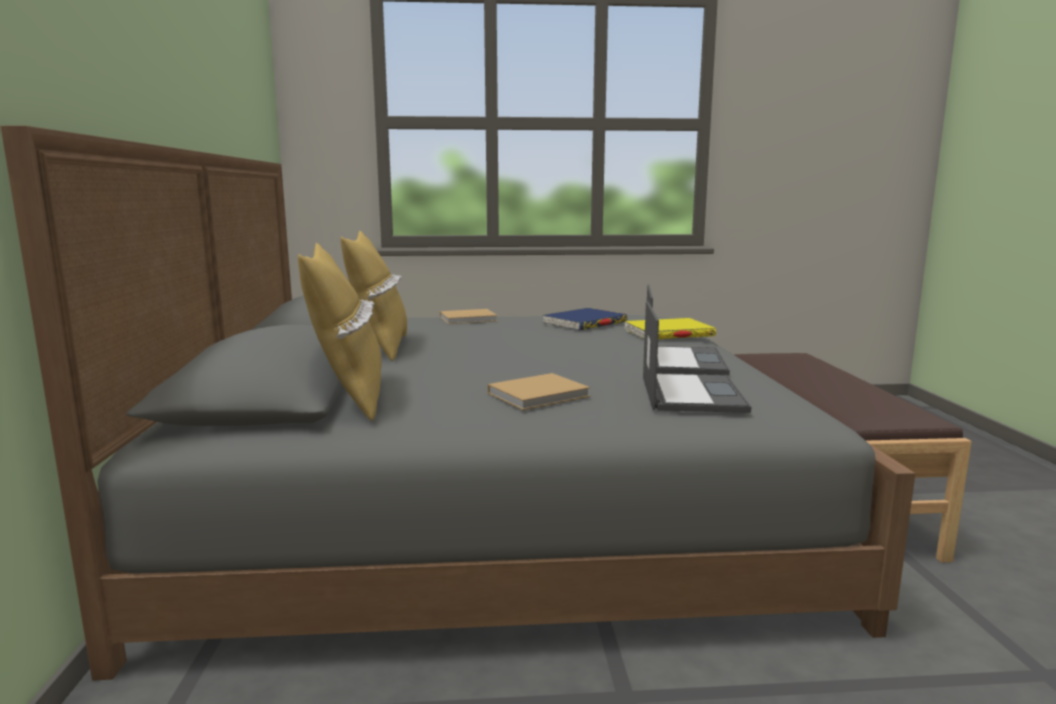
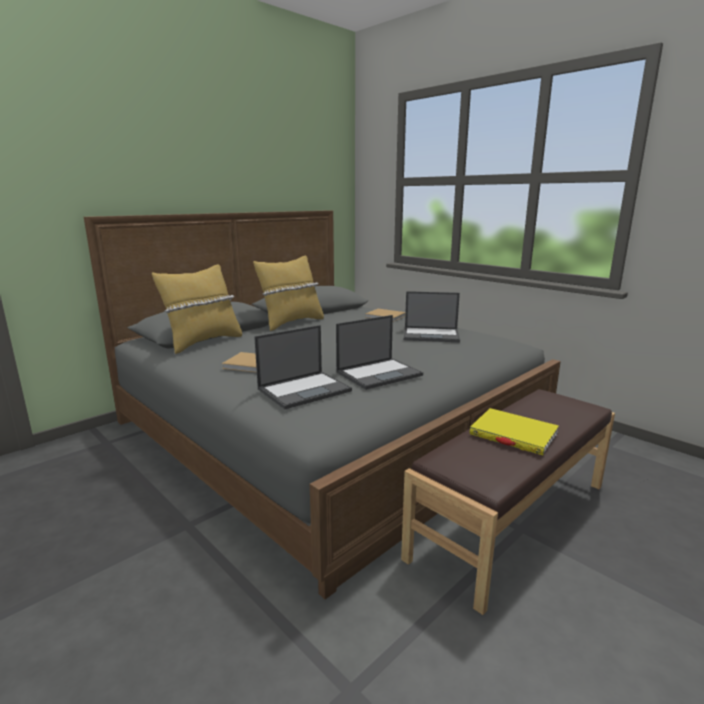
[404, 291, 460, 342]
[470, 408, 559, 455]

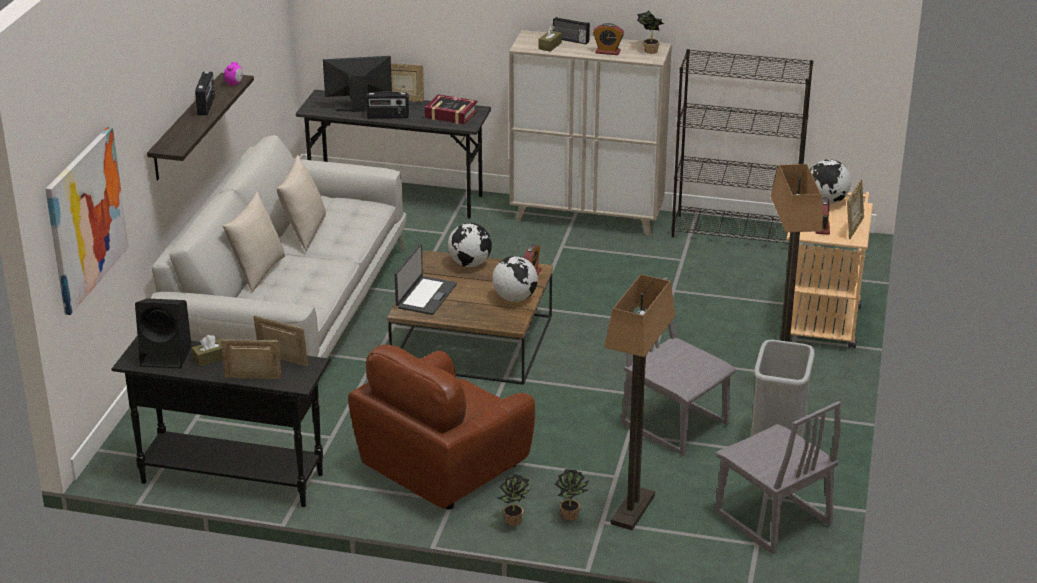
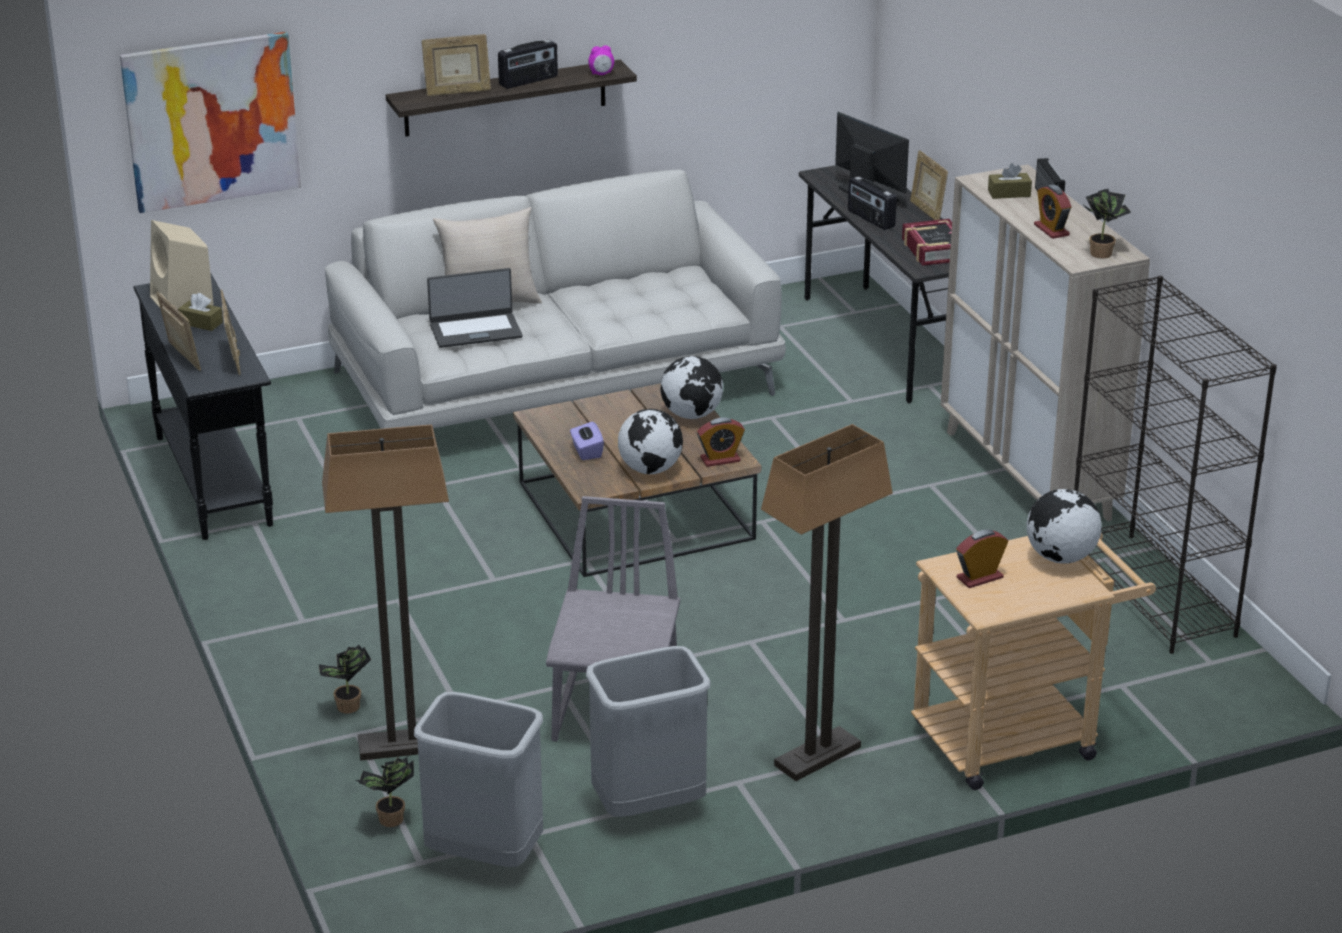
[277, 155, 326, 251] (first image)
[421, 34, 491, 96]
[427, 268, 523, 348]
[150, 220, 214, 309]
[348, 345, 535, 510] (first image)
[414, 692, 543, 867]
[356, 757, 414, 827]
[570, 421, 604, 460]

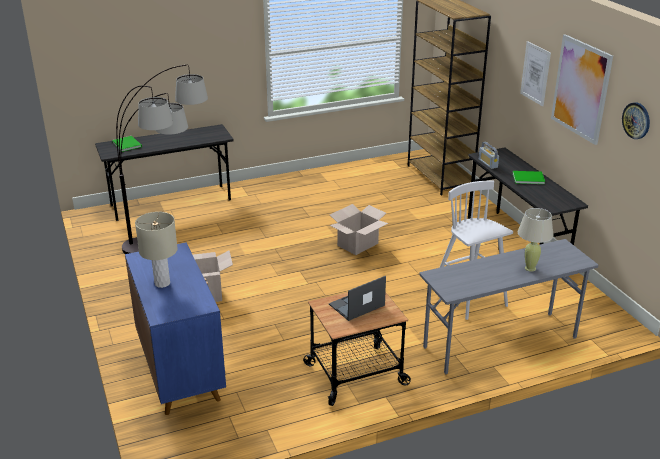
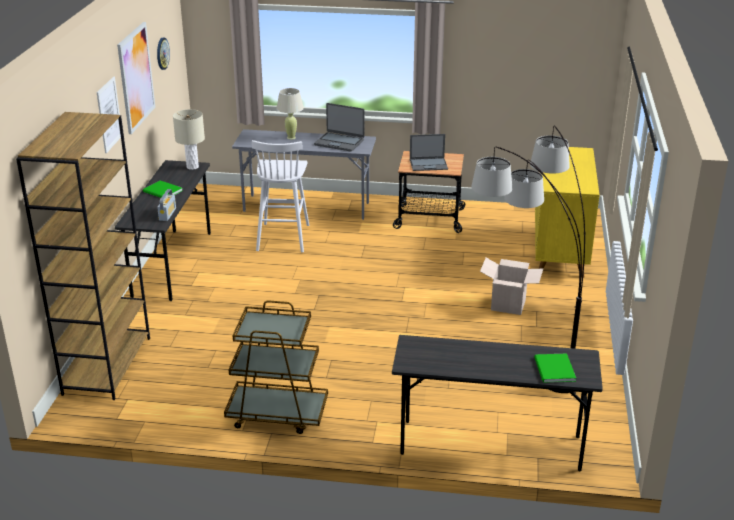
[330, 204, 388, 255] (first image)
[173, 109, 205, 170]
[535, 147, 600, 278]
[314, 103, 364, 152]
[224, 300, 328, 434]

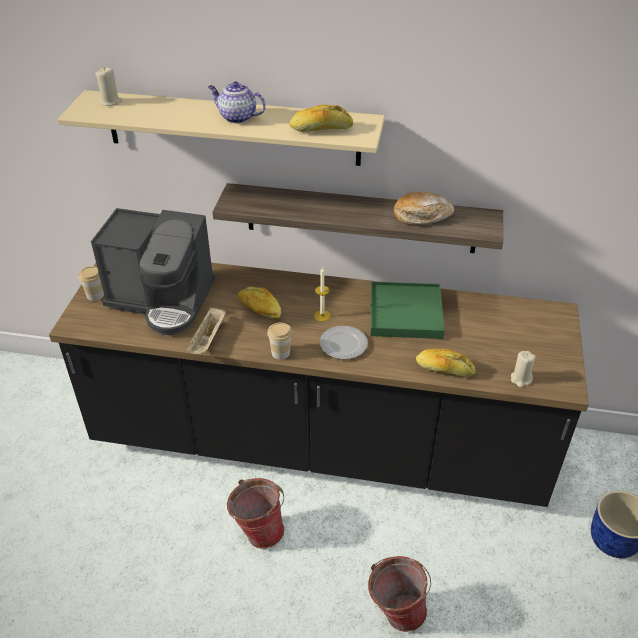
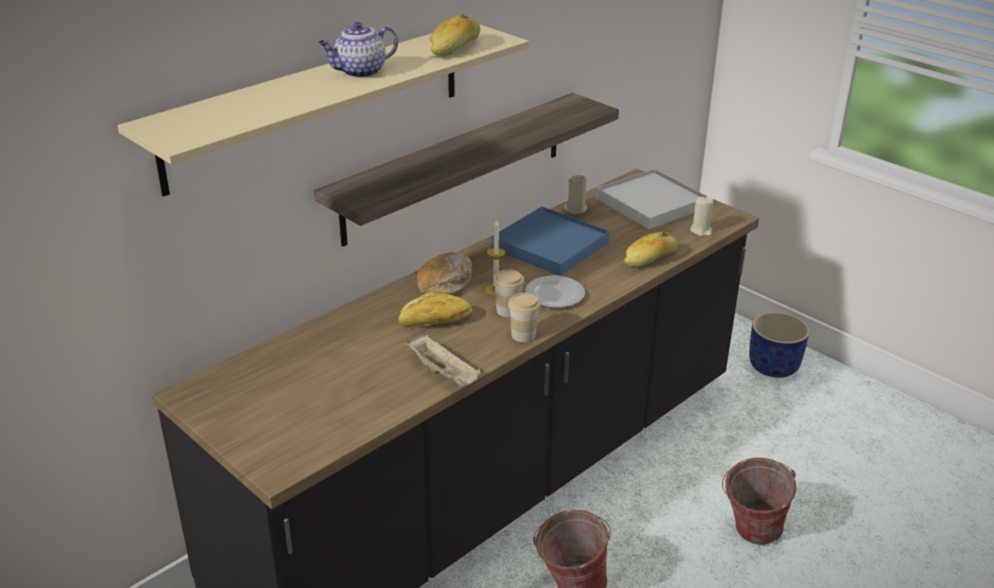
[564, 175, 587, 214]
[417, 252, 472, 295]
[91, 208, 216, 335] (first image)
[493, 269, 524, 317]
[491, 207, 610, 276]
[596, 169, 708, 229]

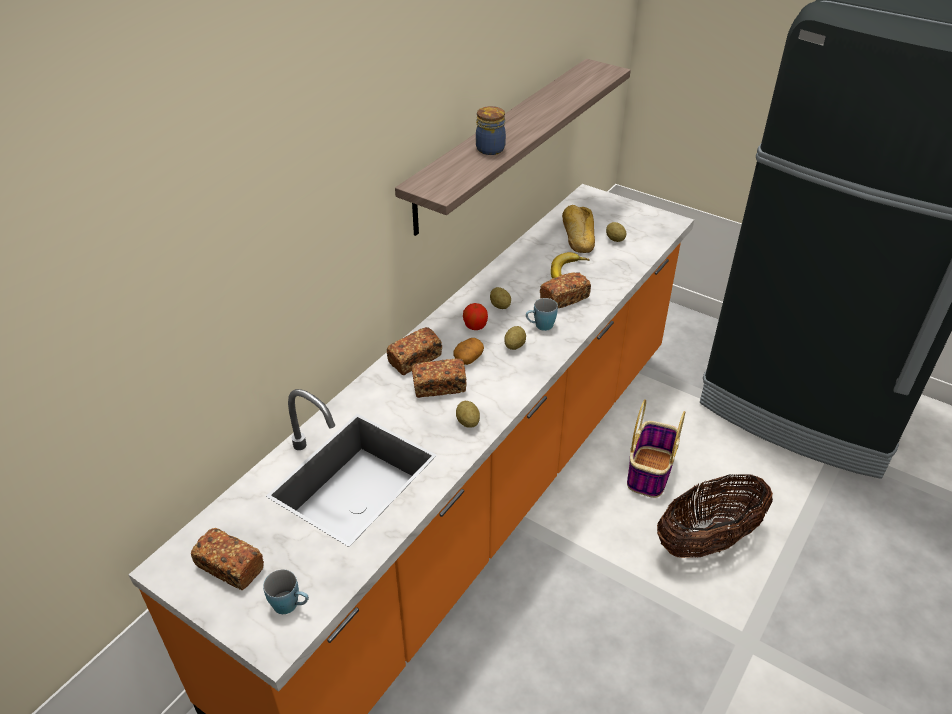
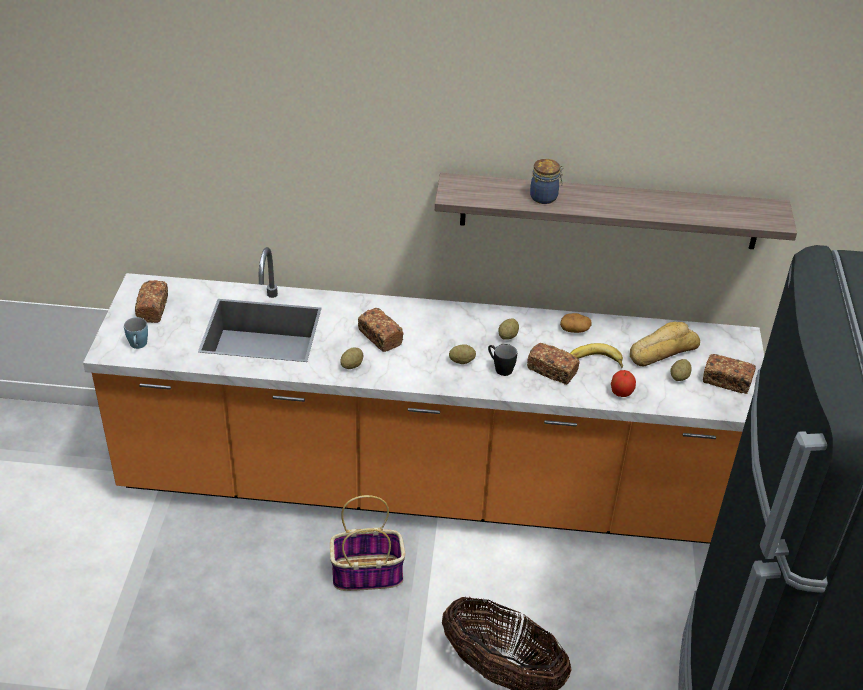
[488, 344, 517, 376]
[611, 370, 636, 397]
[703, 354, 756, 394]
[560, 313, 591, 333]
[330, 495, 405, 591]

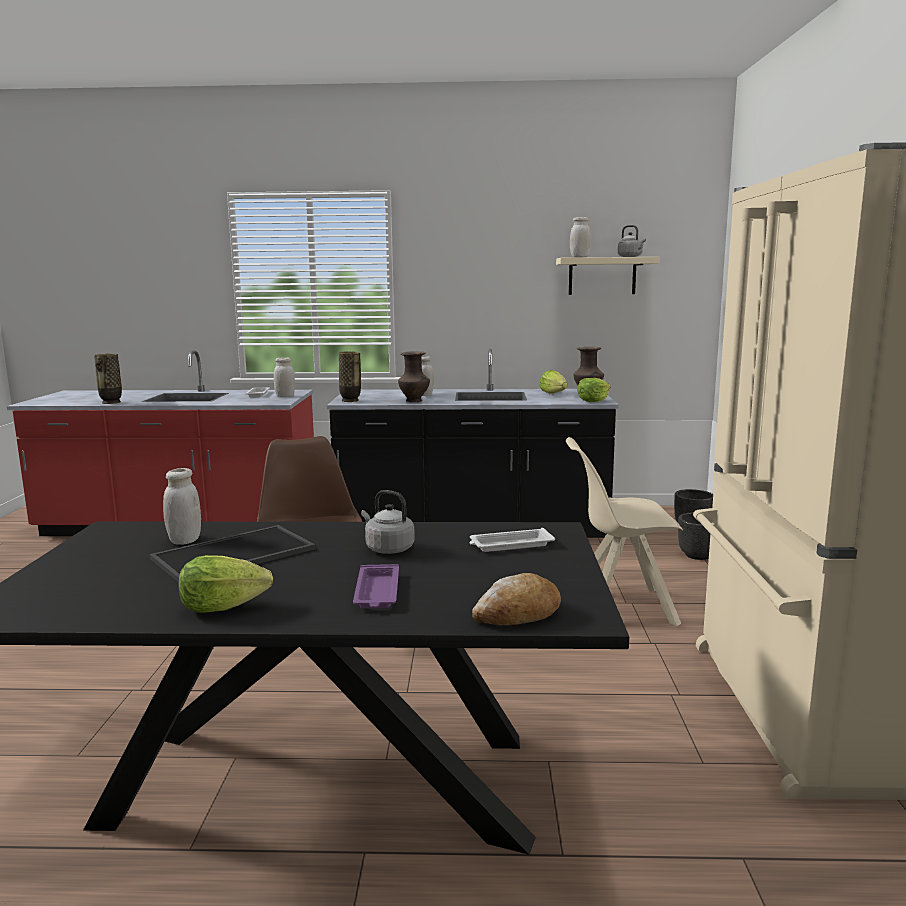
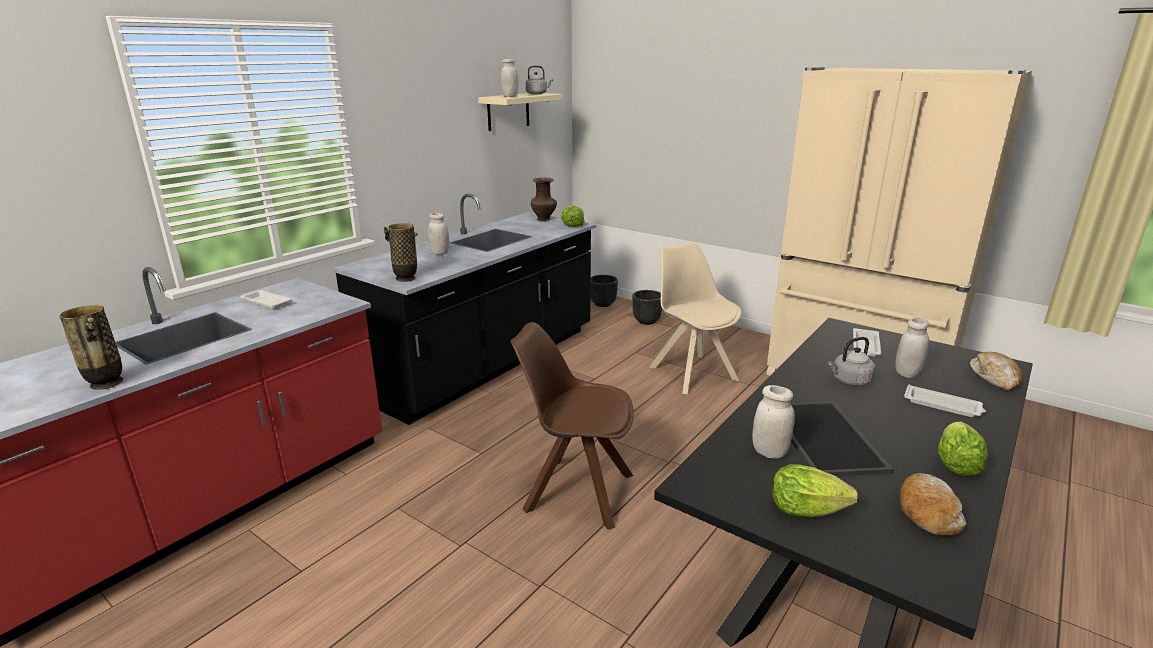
[398, 351, 430, 402] (first image)
[895, 318, 929, 378]
[772, 464, 858, 517]
[650, 242, 742, 394]
[904, 384, 986, 417]
[900, 473, 967, 537]

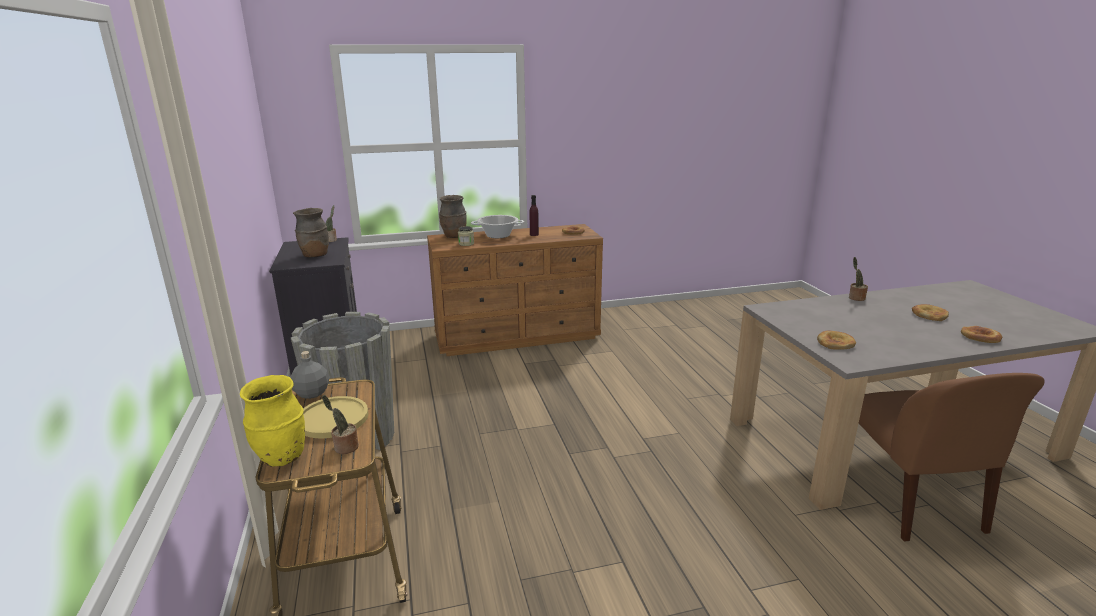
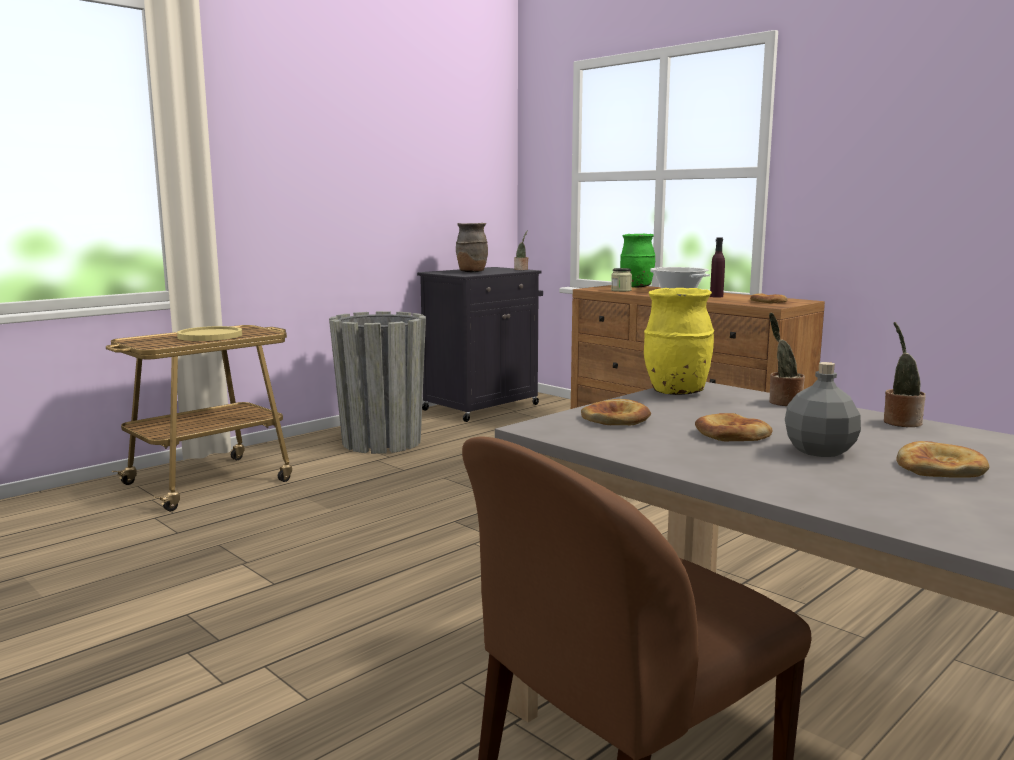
[620, 234, 655, 287]
[695, 413, 772, 441]
[785, 362, 861, 457]
[644, 288, 714, 395]
[769, 313, 805, 406]

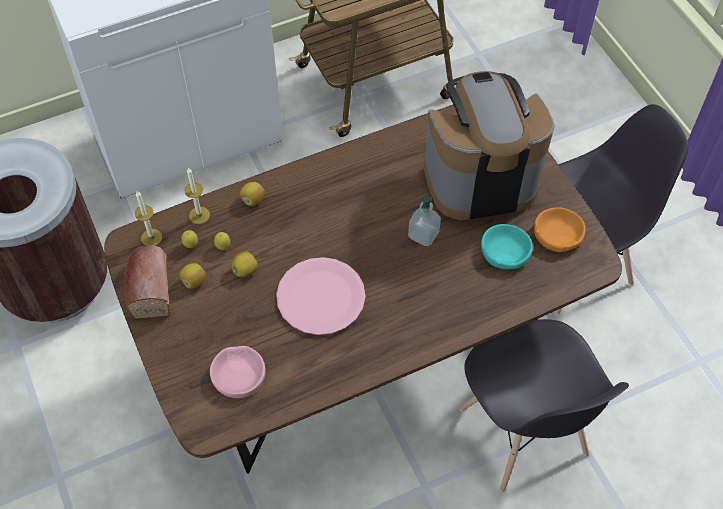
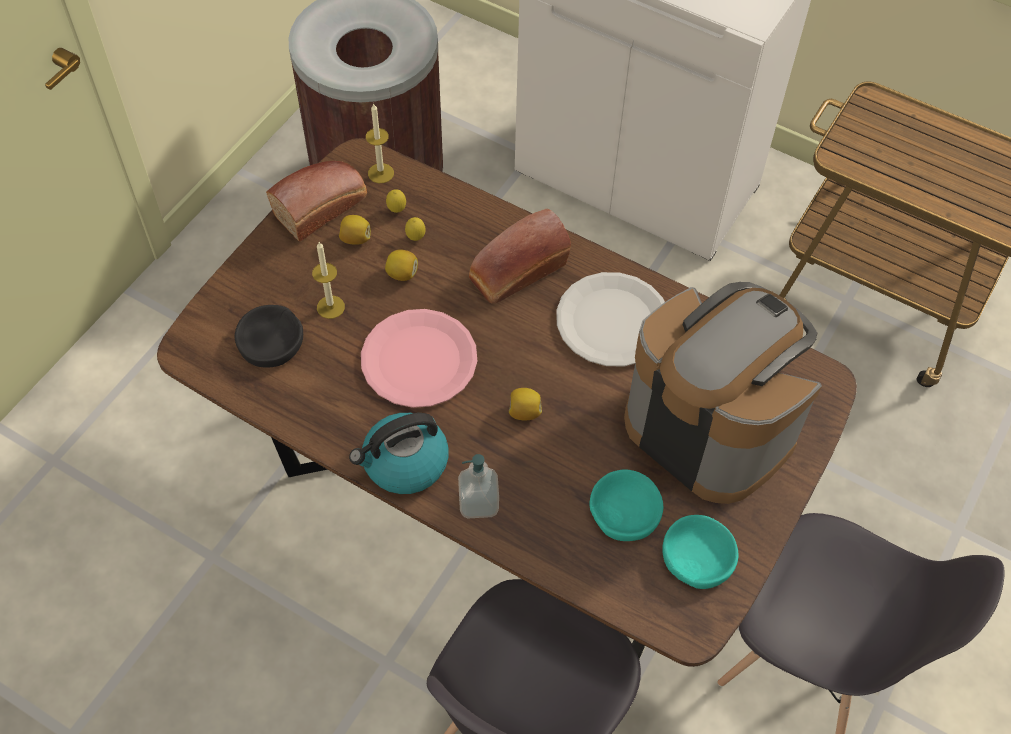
[312, 242, 345, 319]
[509, 388, 542, 420]
[458, 454, 499, 518]
[662, 515, 738, 589]
[235, 305, 303, 367]
[469, 209, 571, 304]
[556, 272, 665, 366]
[349, 413, 449, 494]

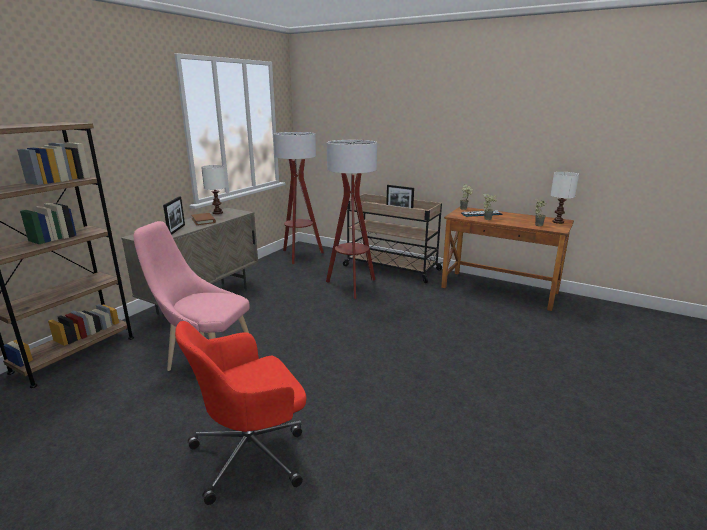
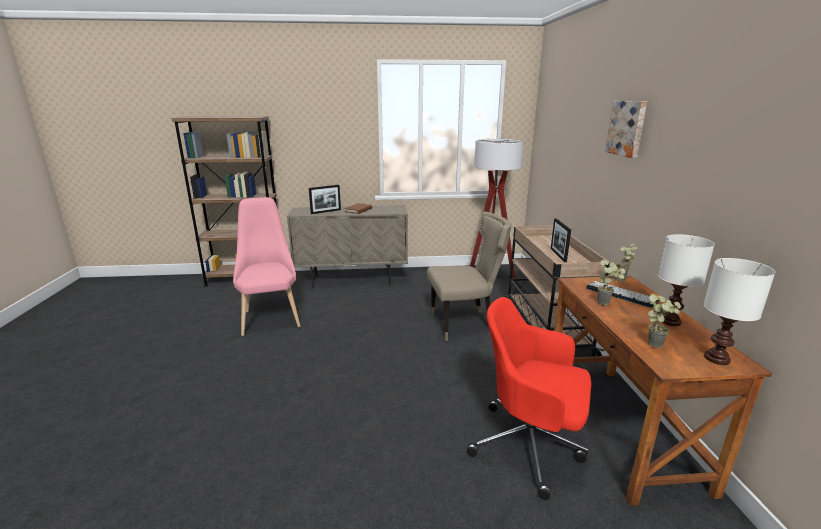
[427, 211, 512, 341]
[658, 234, 715, 326]
[467, 297, 591, 500]
[605, 101, 647, 158]

